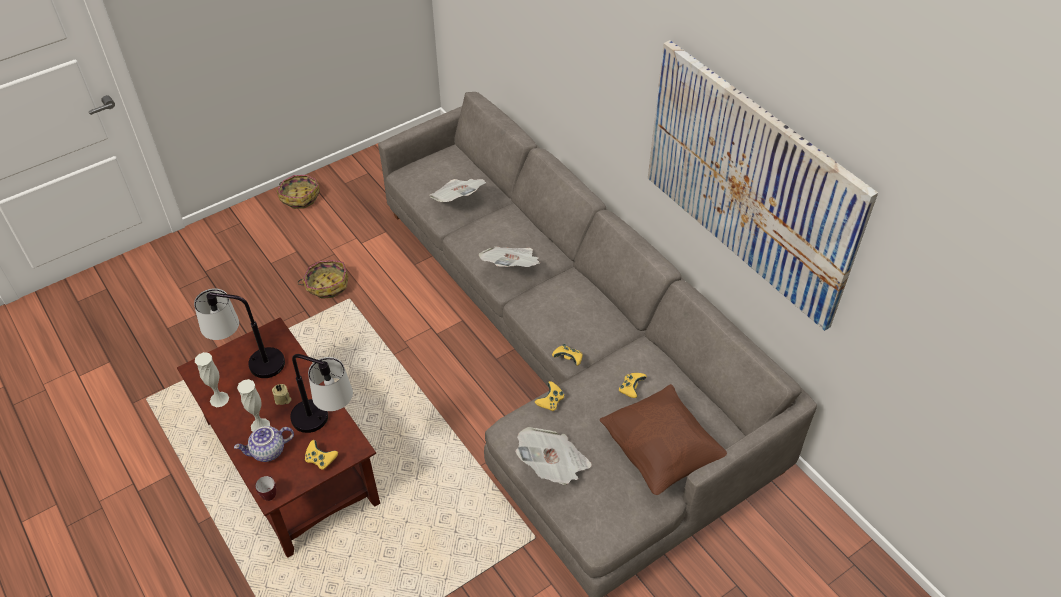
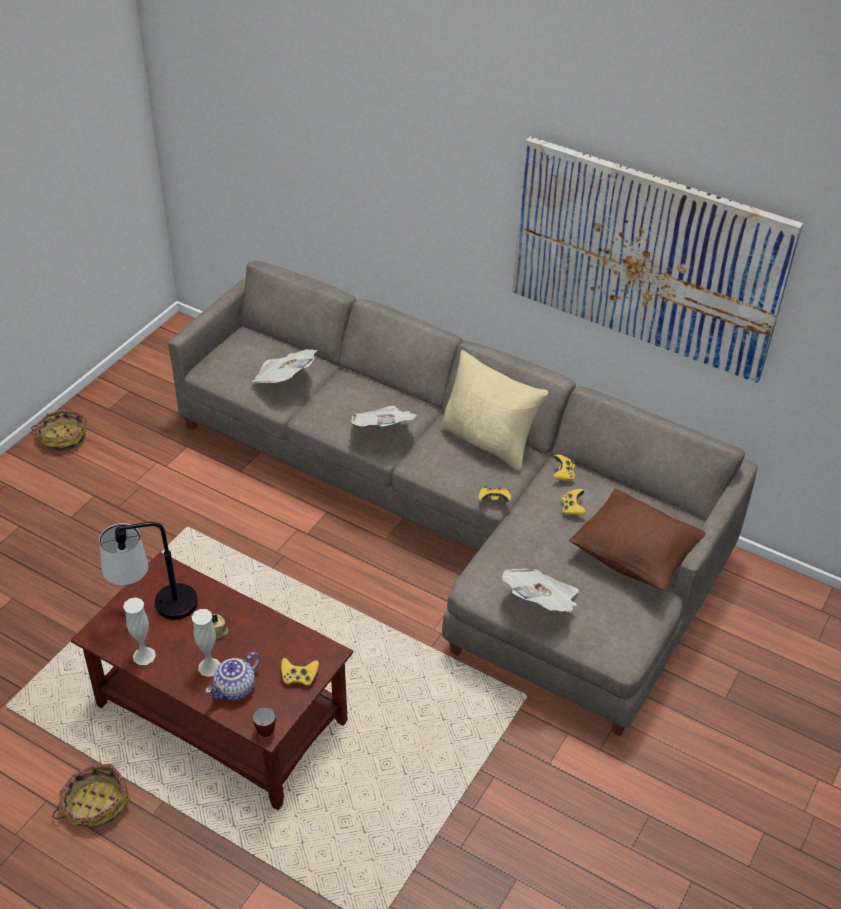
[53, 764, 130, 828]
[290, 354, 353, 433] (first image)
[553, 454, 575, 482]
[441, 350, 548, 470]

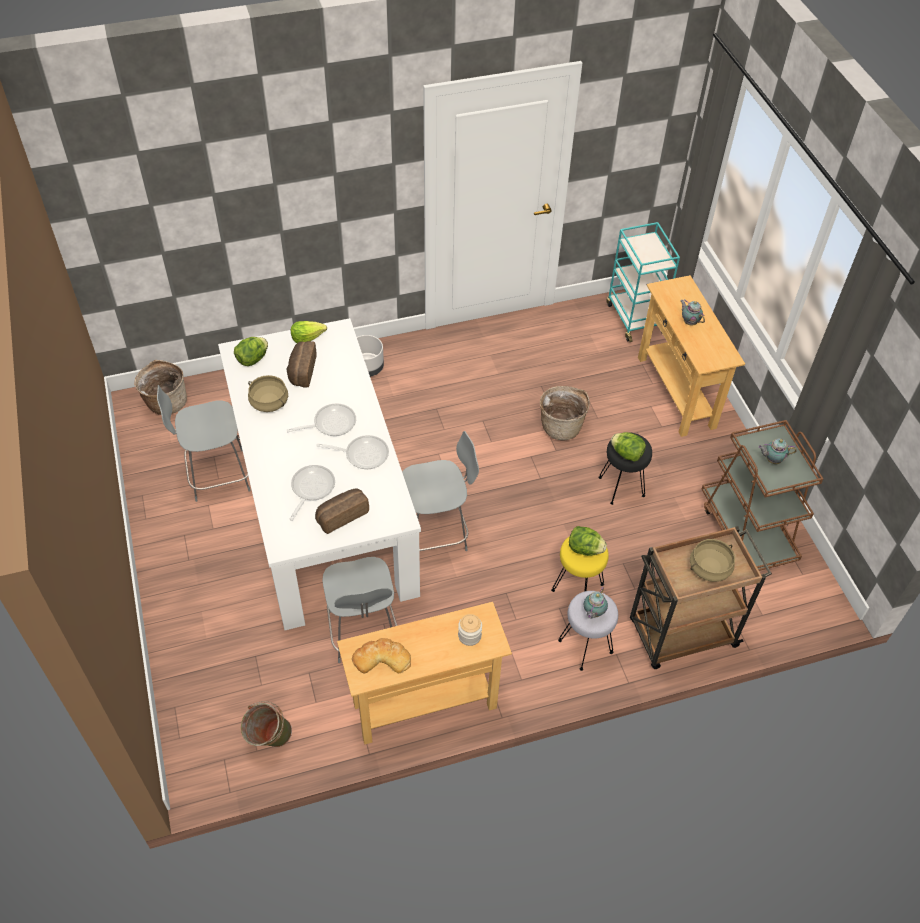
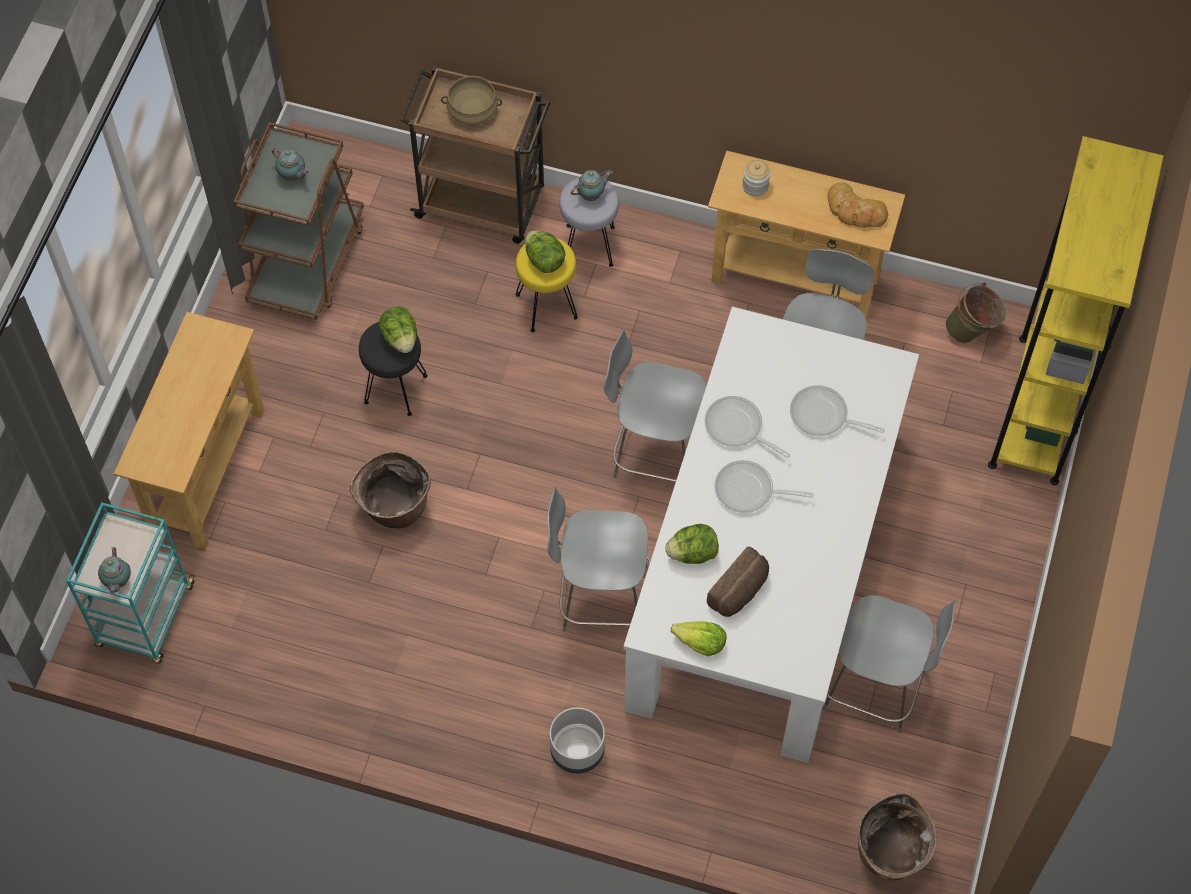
[98, 547, 131, 595]
[665, 524, 719, 564]
[248, 375, 288, 412] (first image)
[790, 385, 885, 436]
[315, 488, 369, 534] (first image)
[988, 136, 1164, 485]
[547, 487, 651, 632]

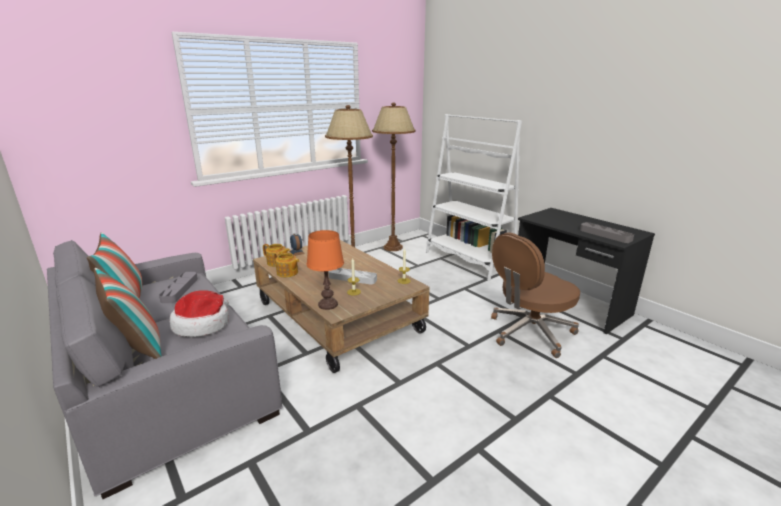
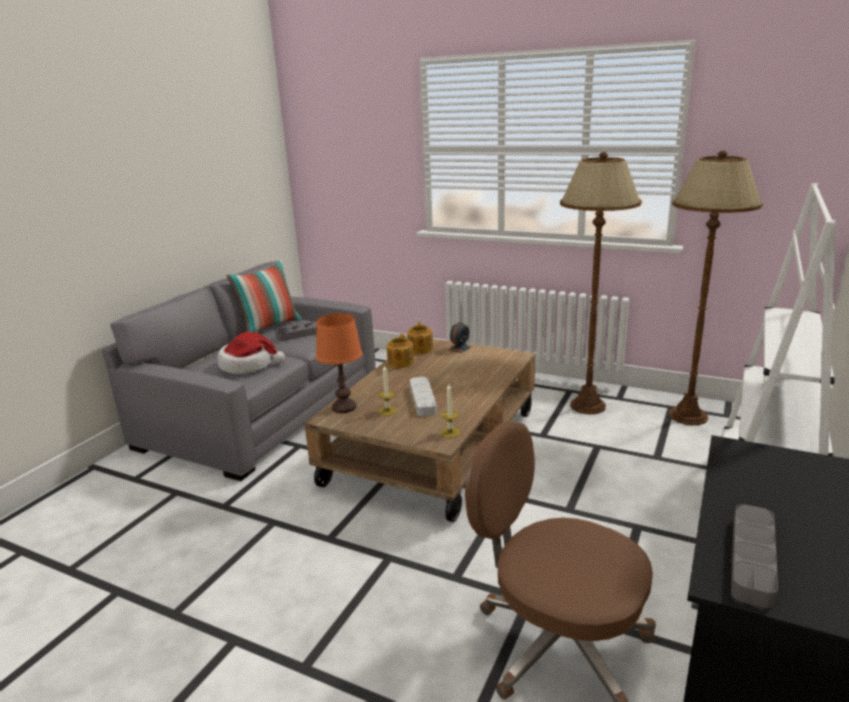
[94, 268, 162, 359] (first image)

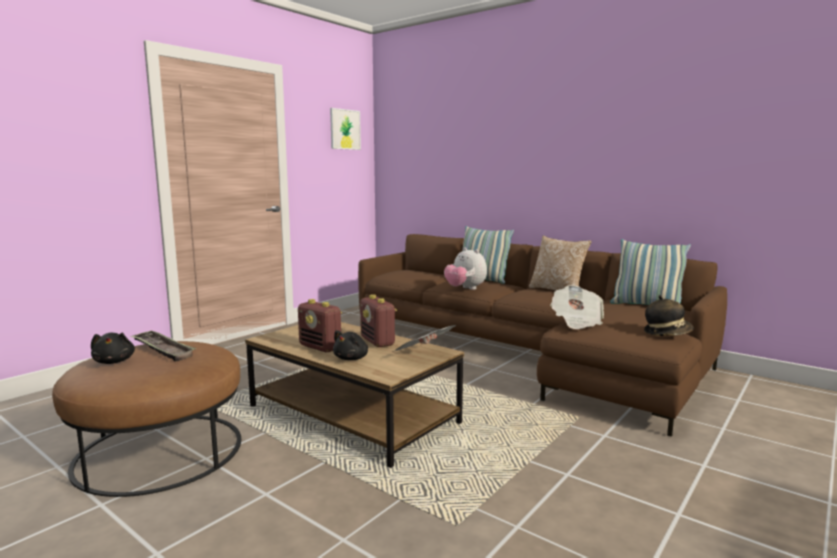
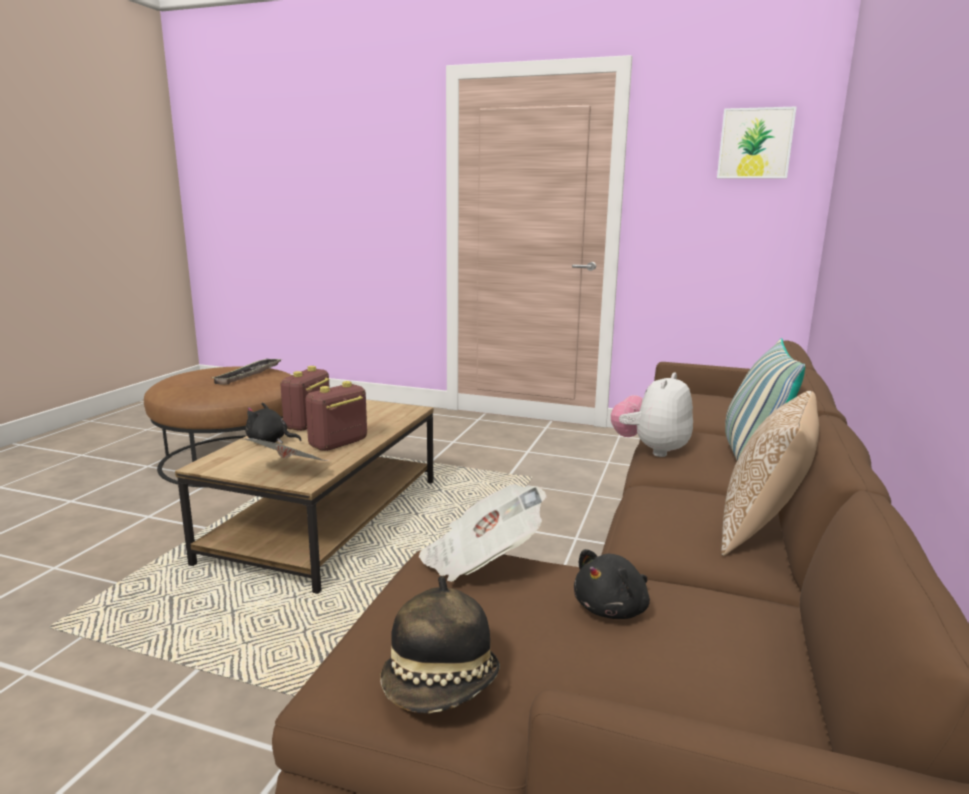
[610, 239, 691, 305] (first image)
[574, 549, 650, 619]

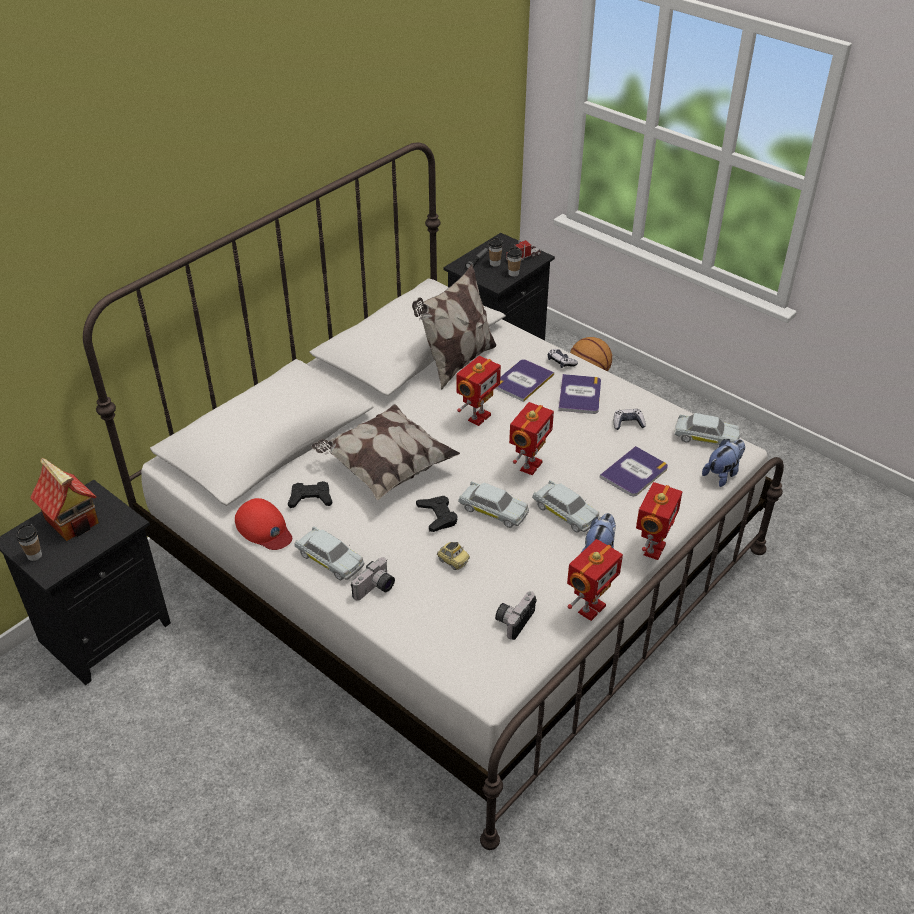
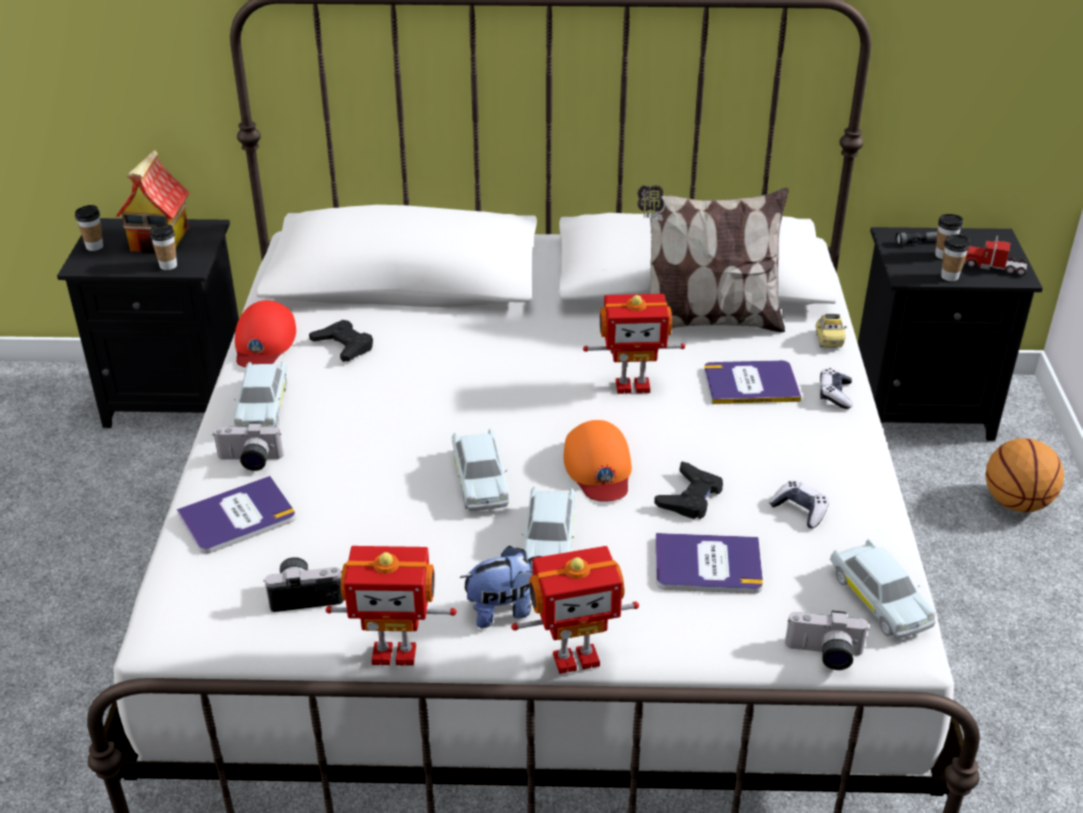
[177, 476, 296, 554]
[564, 420, 632, 502]
[312, 404, 460, 501] (first image)
[785, 610, 870, 670]
[654, 461, 723, 519]
[815, 314, 847, 348]
[150, 224, 177, 270]

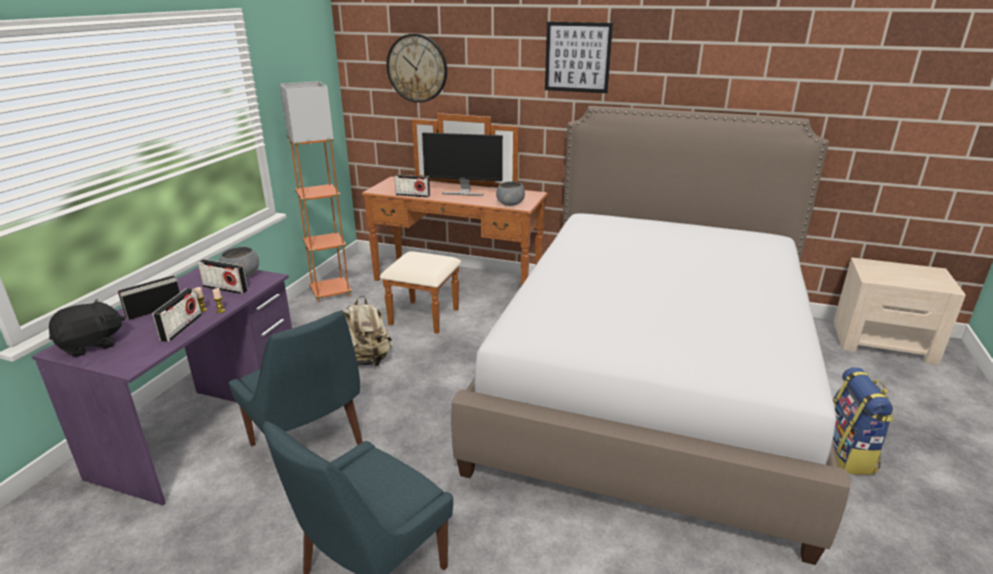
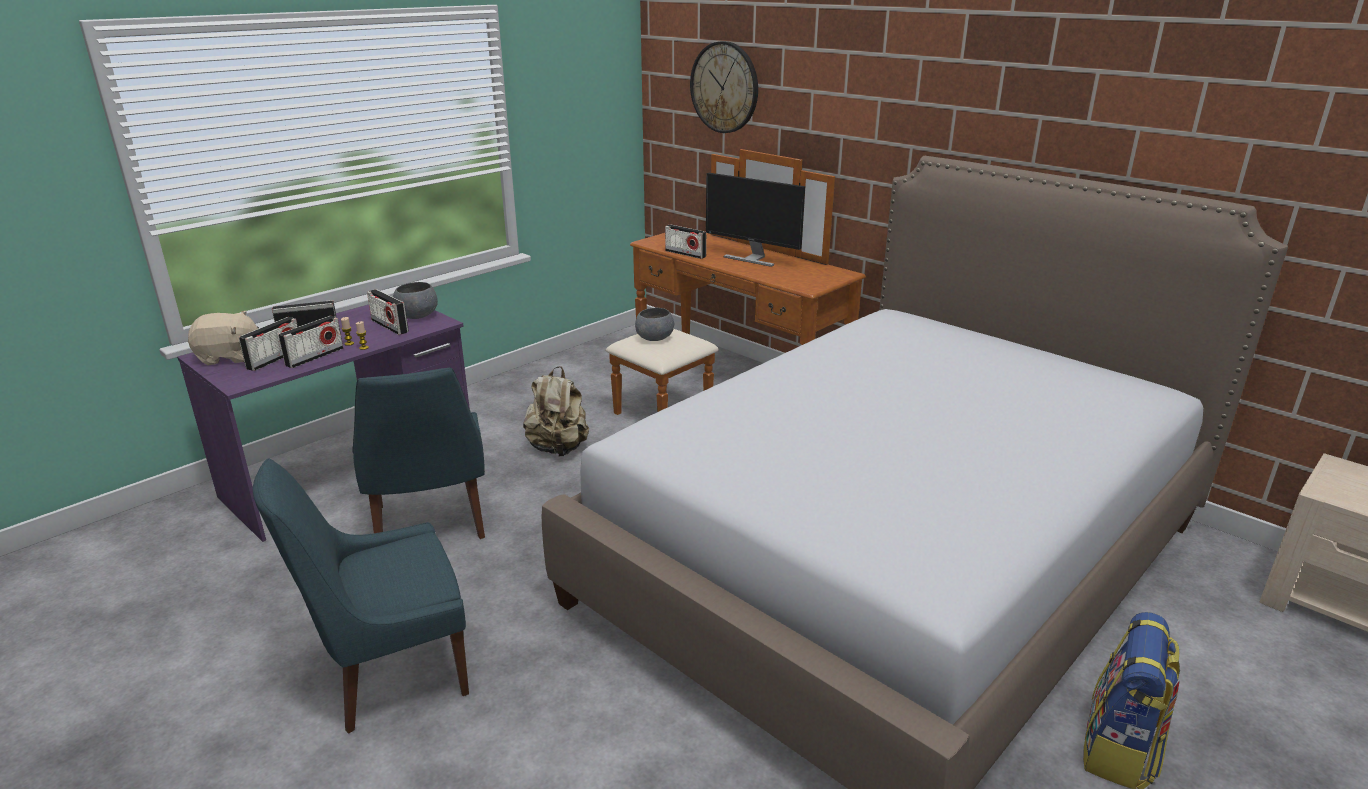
[545, 22, 613, 93] (first image)
[280, 81, 352, 303] (first image)
[635, 308, 674, 341]
[188, 311, 259, 365]
[239, 317, 298, 371]

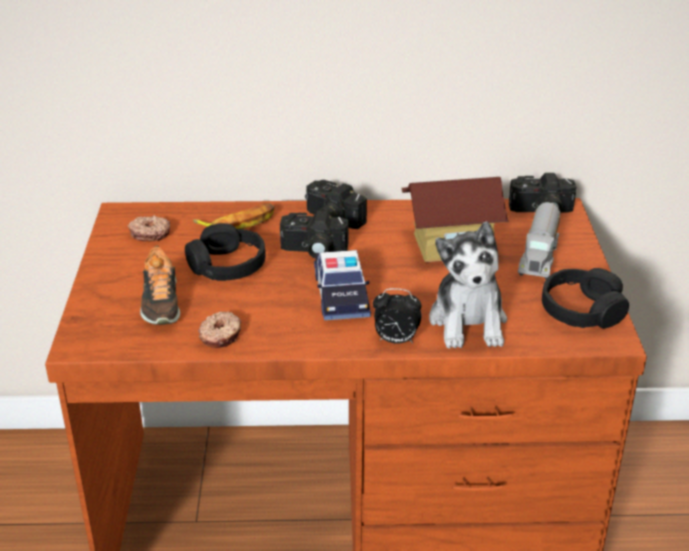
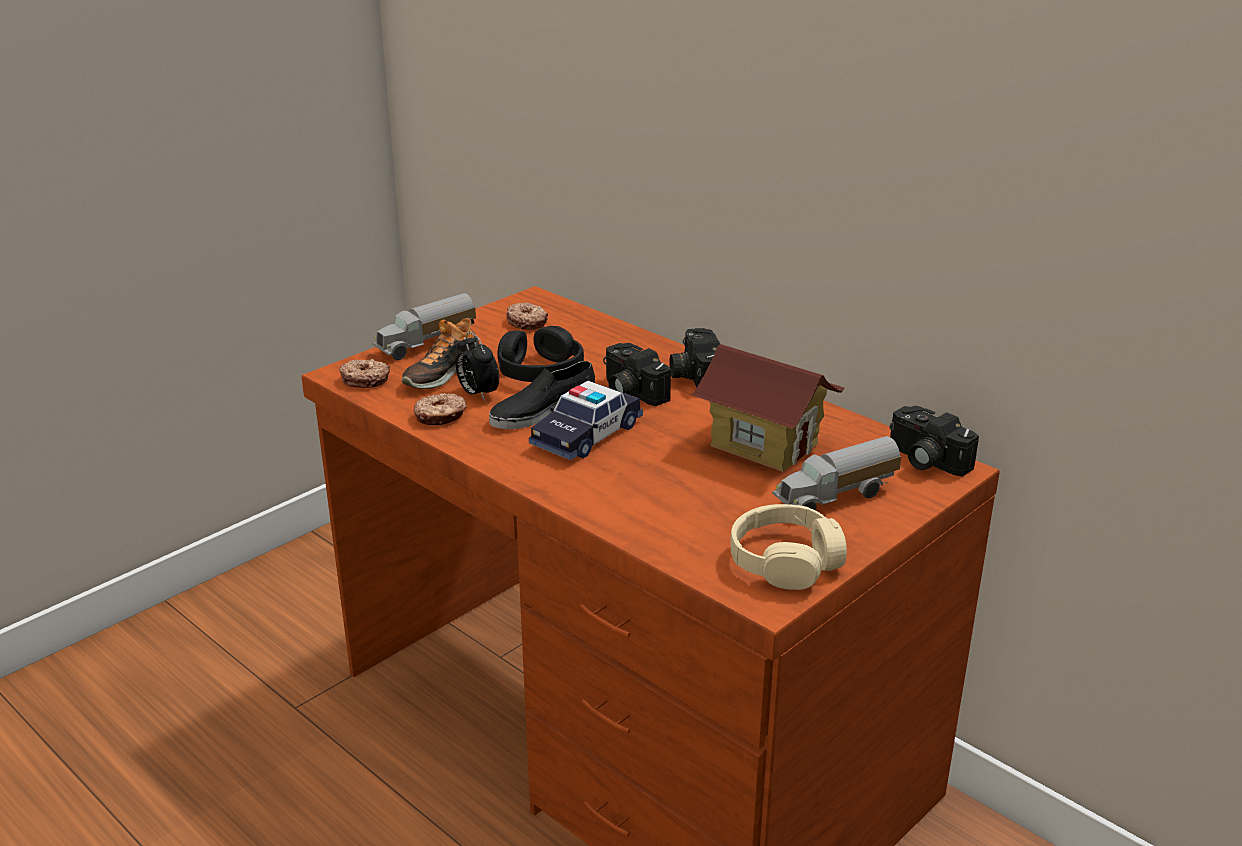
[193, 203, 275, 229] (first image)
[429, 222, 507, 349] (first image)
[730, 504, 847, 590]
[455, 332, 499, 401]
[372, 293, 476, 360]
[339, 359, 390, 388]
[489, 361, 595, 429]

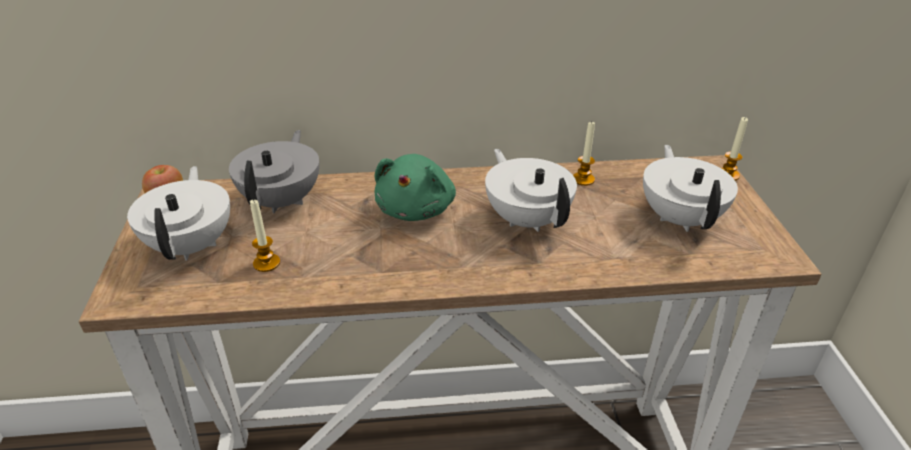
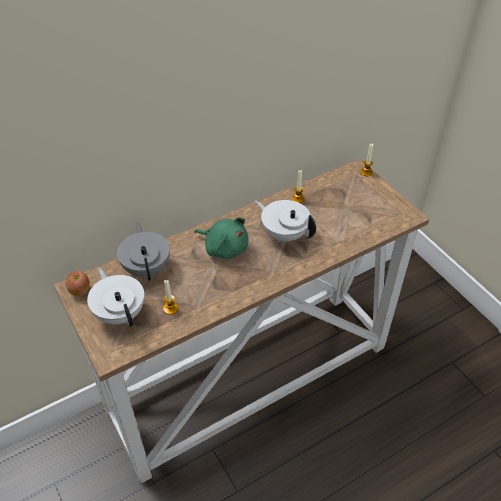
[643, 145, 738, 232] (first image)
[194, 218, 249, 259]

